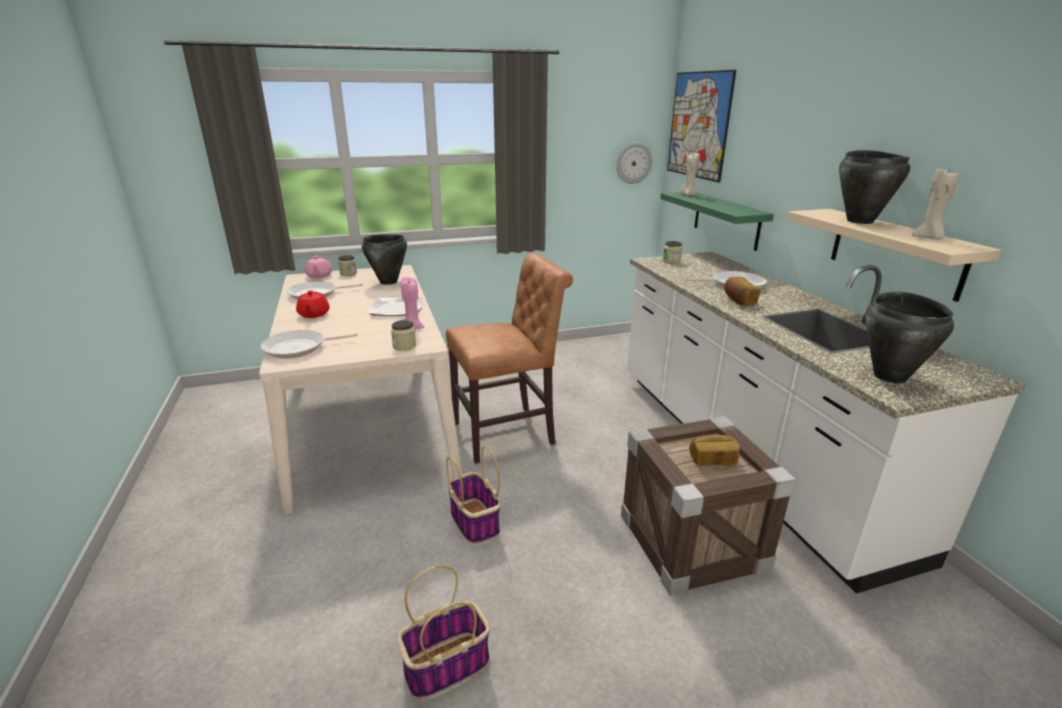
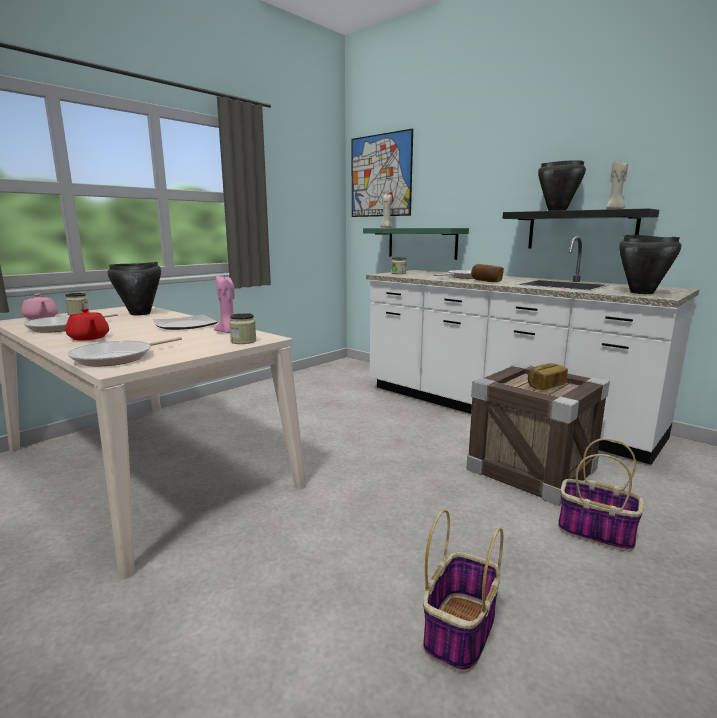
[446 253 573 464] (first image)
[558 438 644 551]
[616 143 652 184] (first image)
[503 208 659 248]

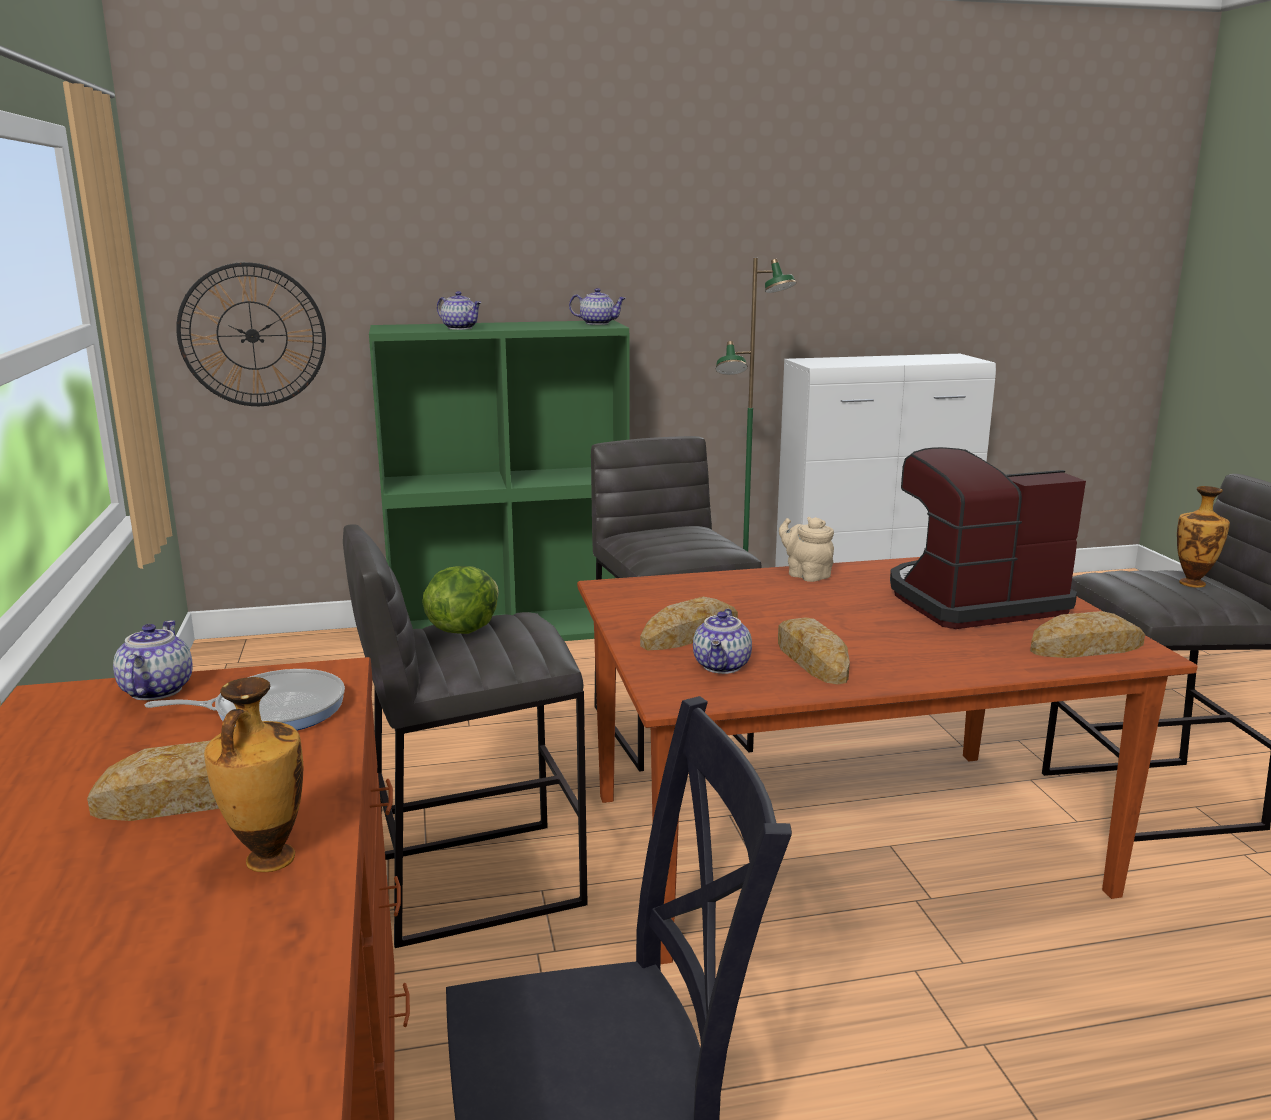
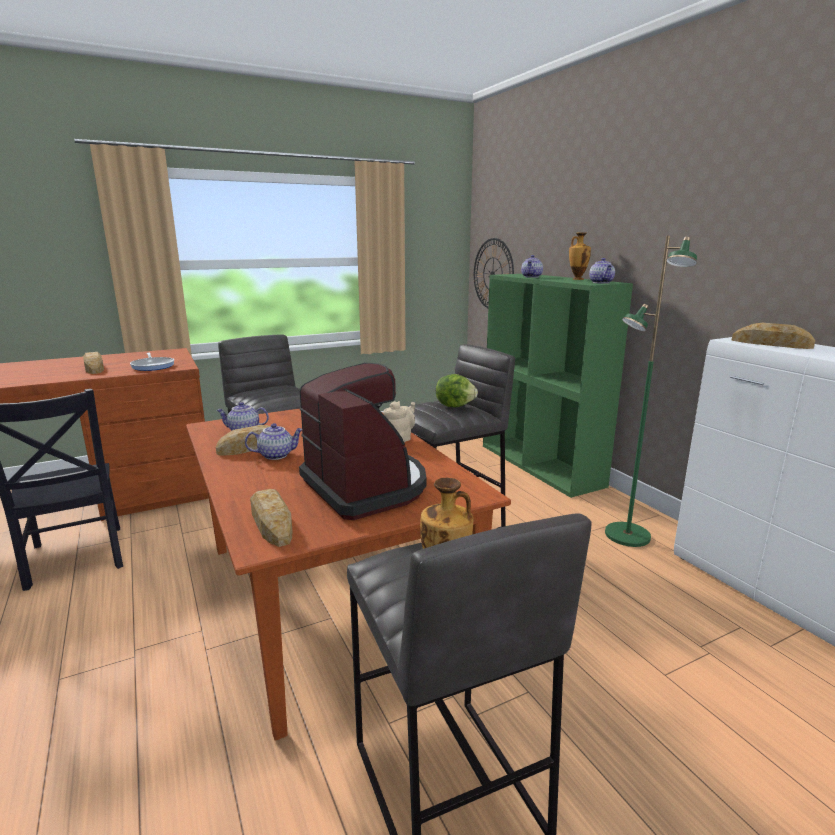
[245 423 302 460]
[569 232 591 280]
[436 374 478 407]
[731 323 815 349]

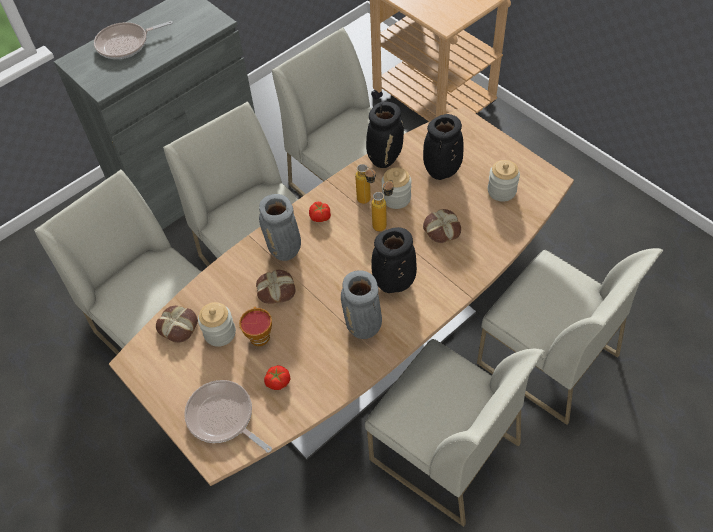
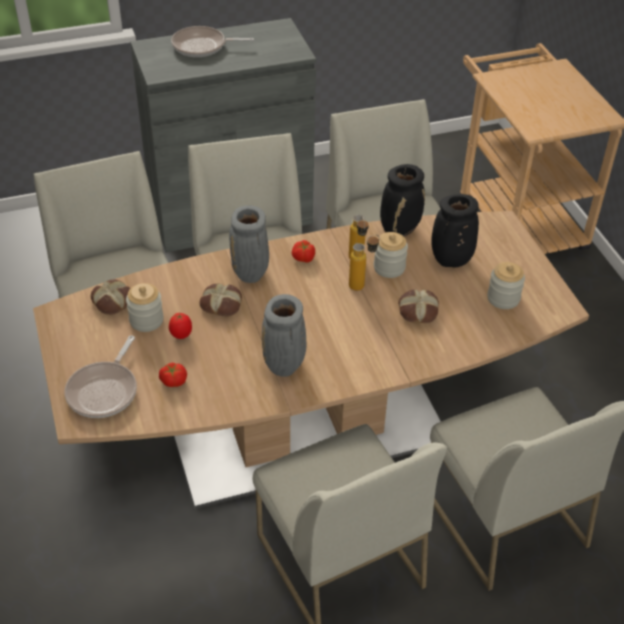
[64 336 137 418]
[169 313 192 339]
[371 227 417 293] (first image)

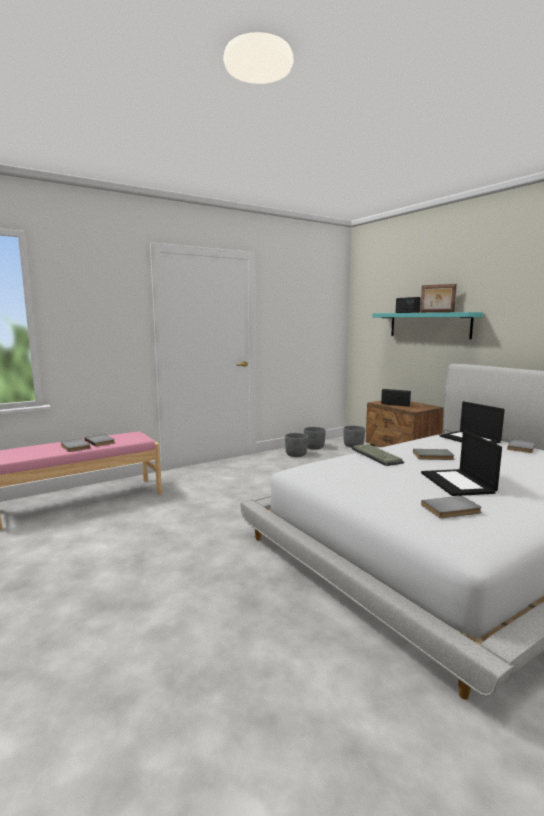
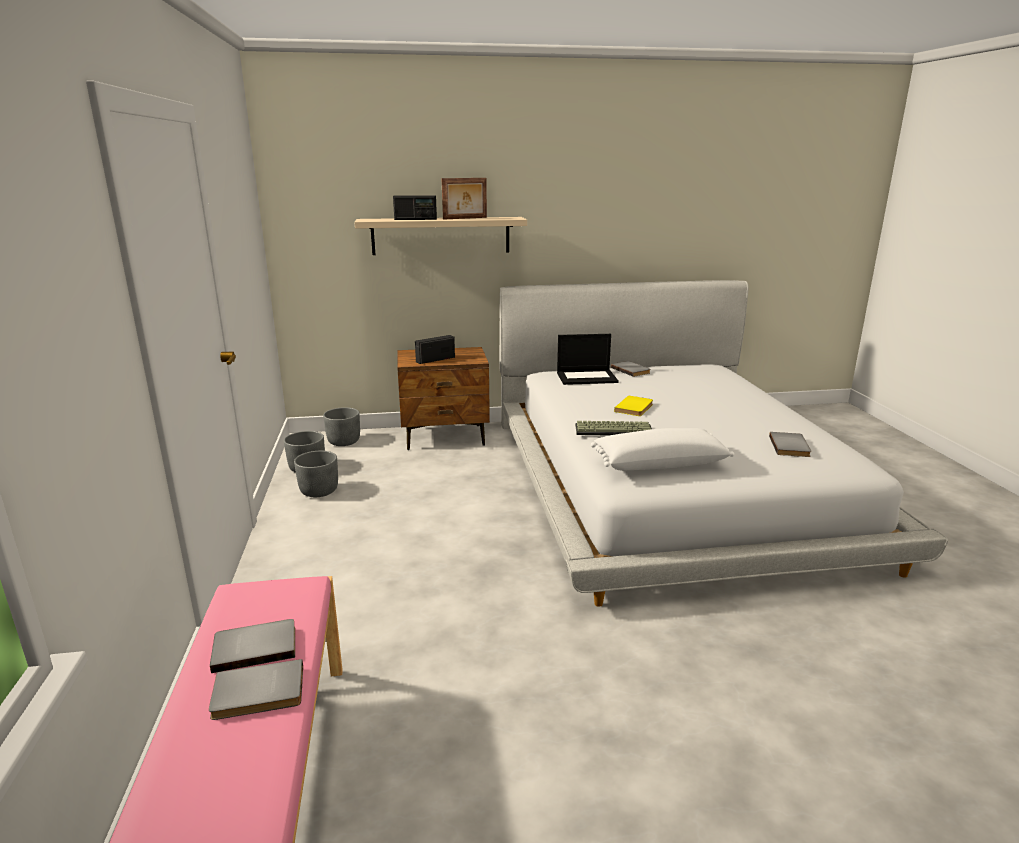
[354 217 527 255]
[614 395 653 416]
[421 430 502 496] (first image)
[591 428 734 470]

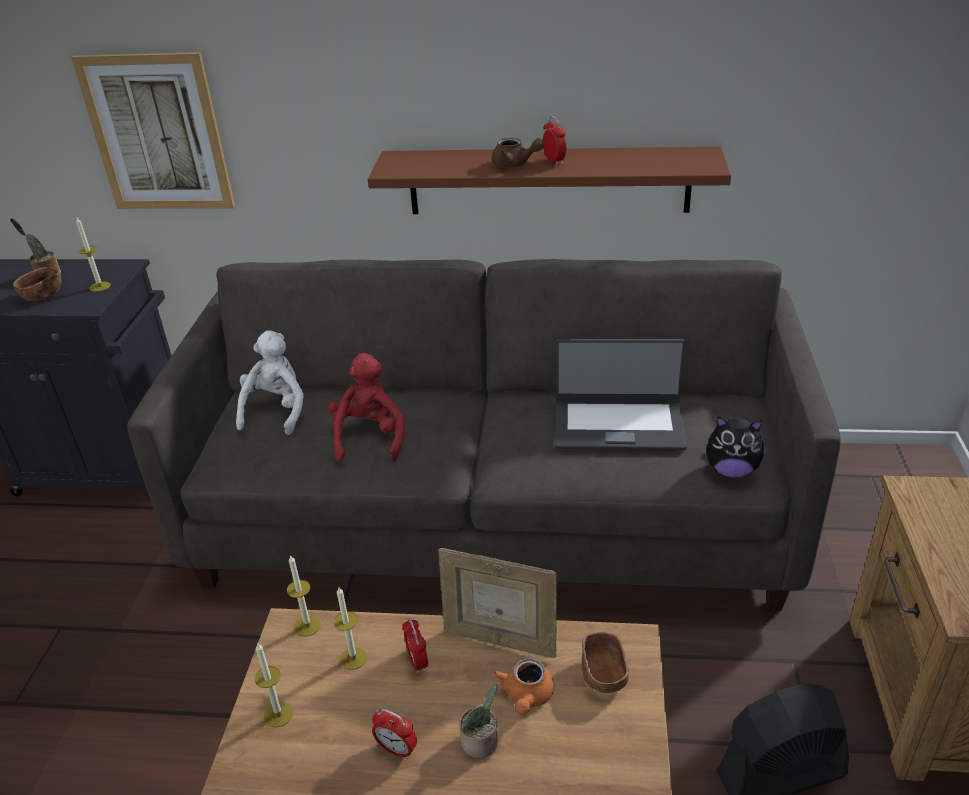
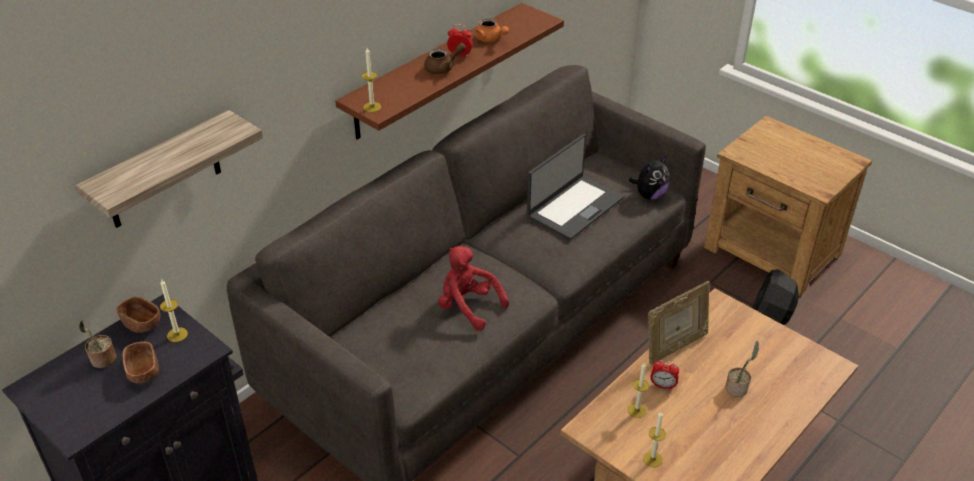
[76 110 263 228]
[236 331 304 435] (first image)
[362 48 381 112]
[372 709 417 759] (first image)
[475 18 509 42]
[116 296 161 333]

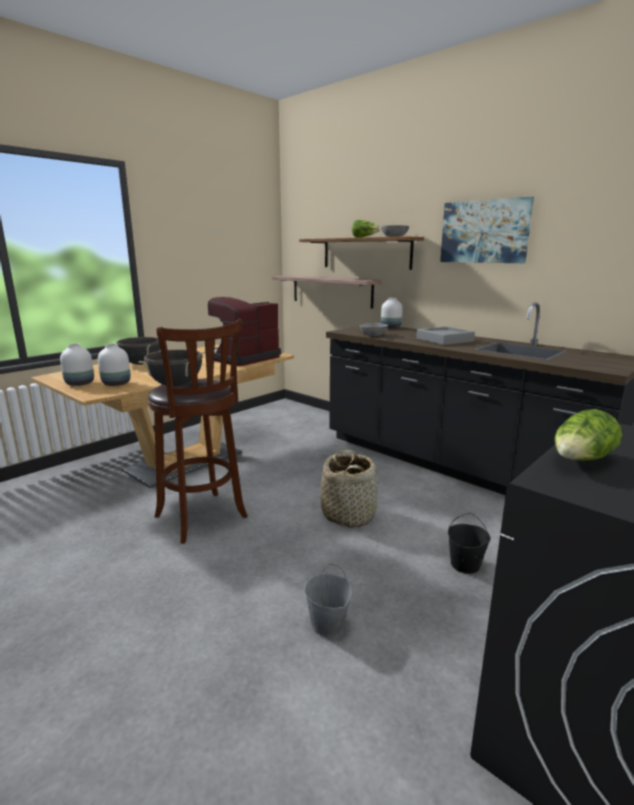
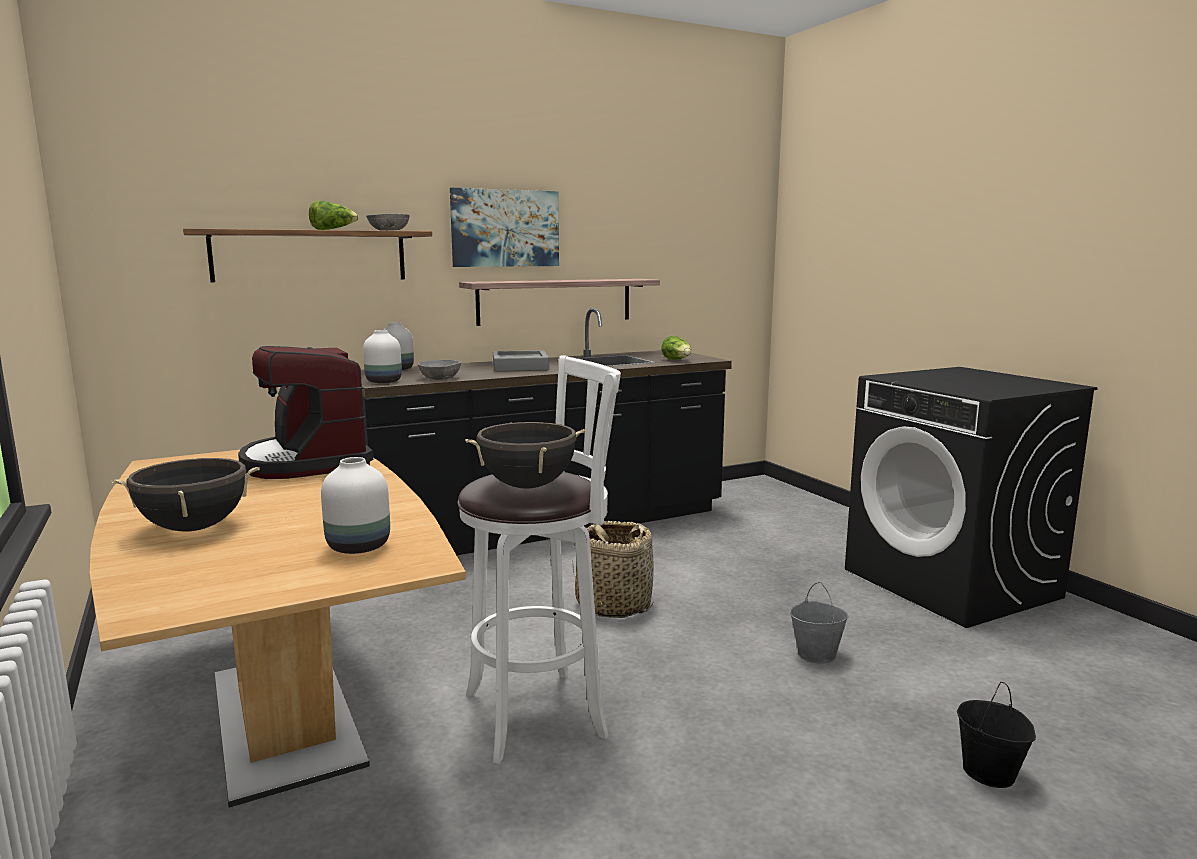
[363 330 402 383]
[458 355 621 764]
[459 279 660 326]
[957 682 1036 788]
[661 336 691 360]

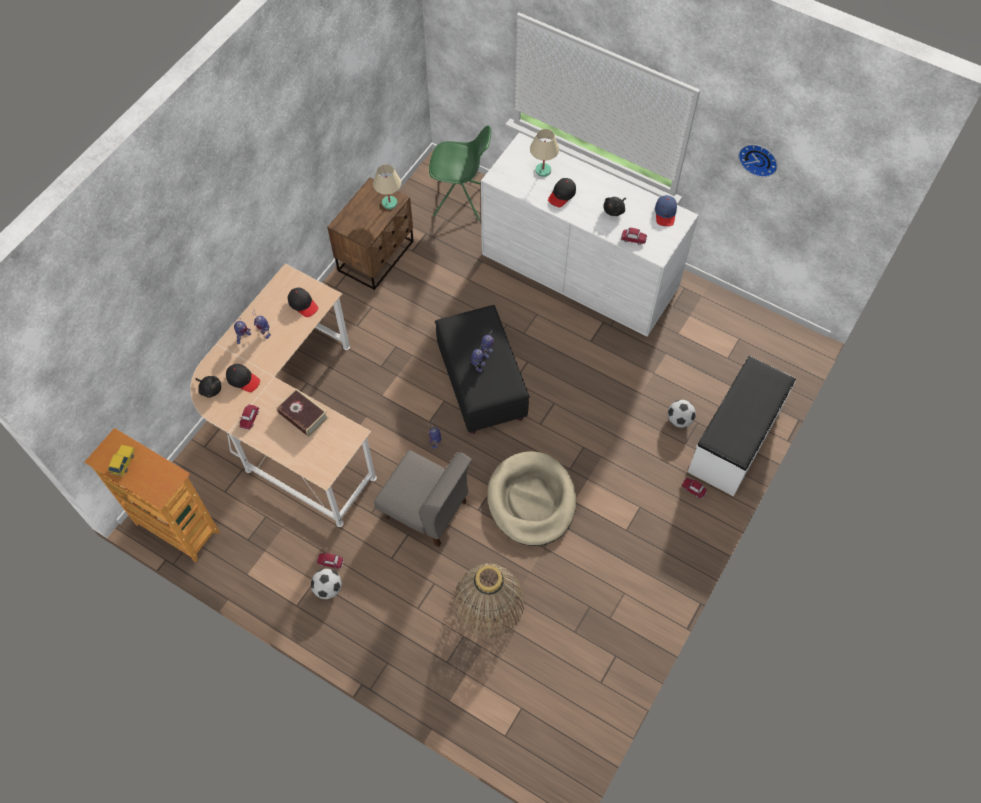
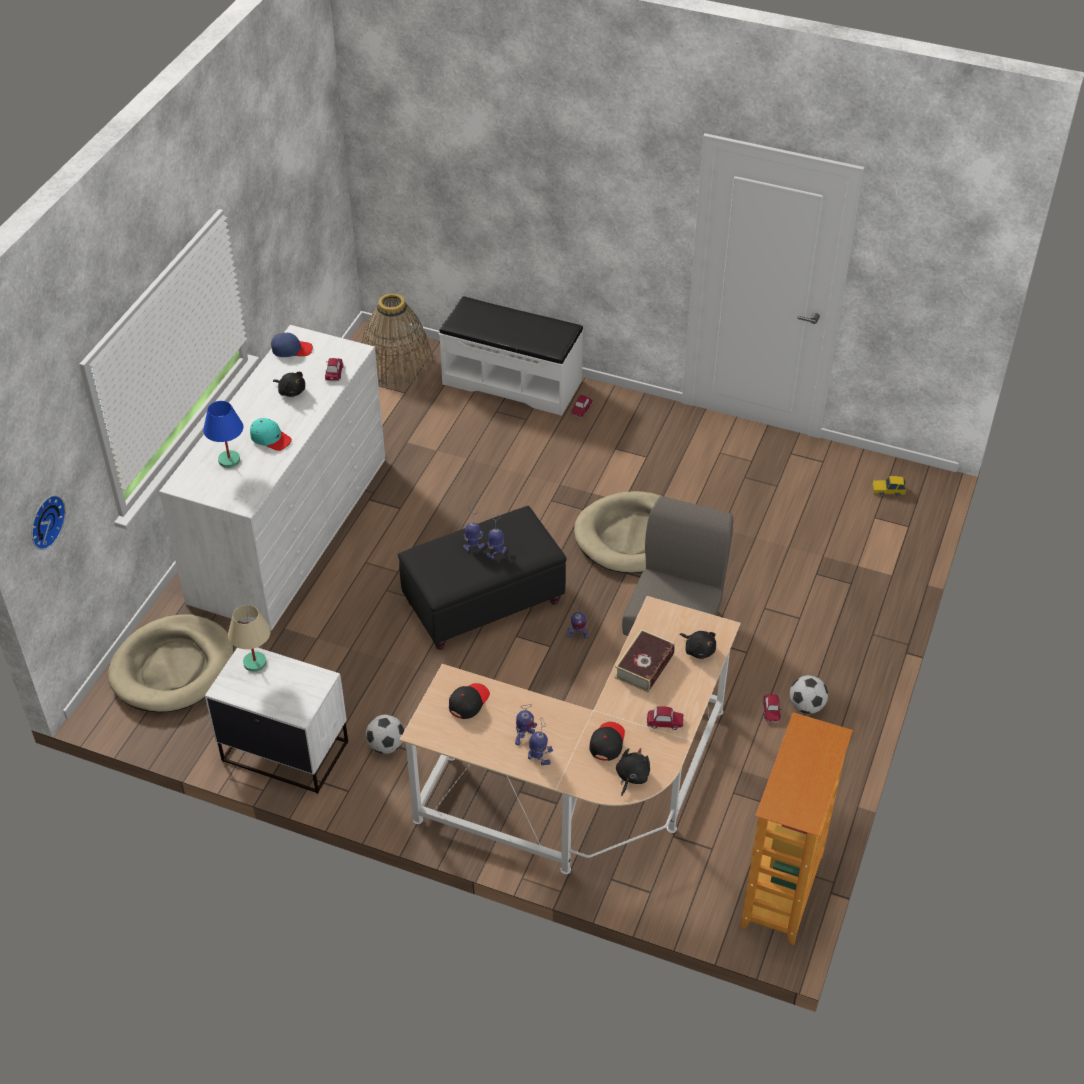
[872 476 906 497]
[205 647 348 794]
[108 614 233 713]
[362 293 433 387]
[203 401 243 468]
[250 418 292 451]
[366 715 405 754]
[31 495 66 550]
[680 631 716 659]

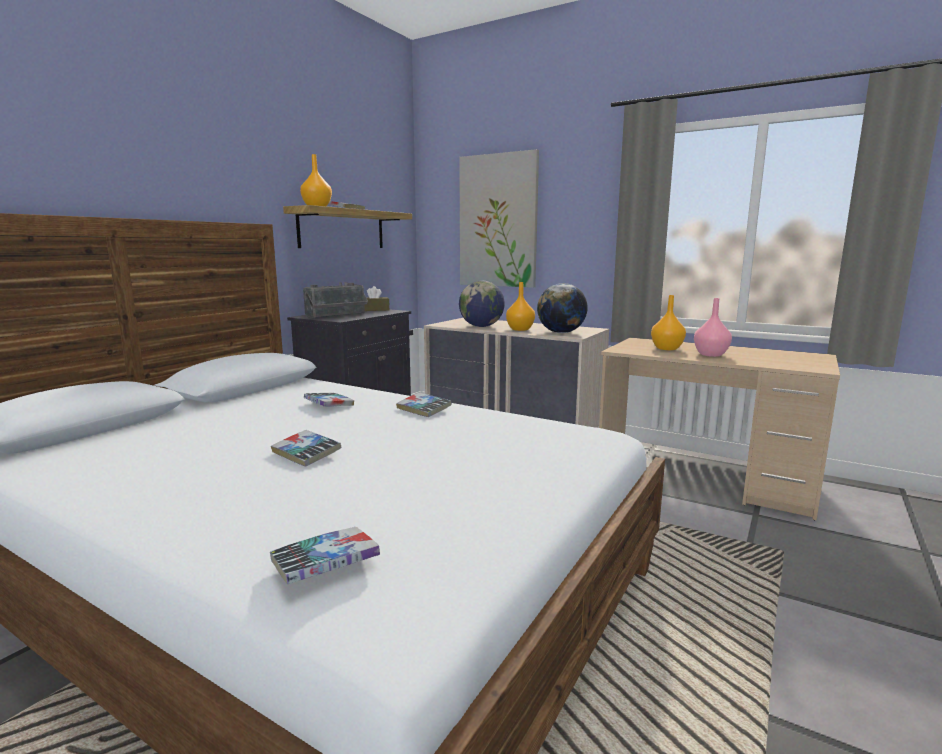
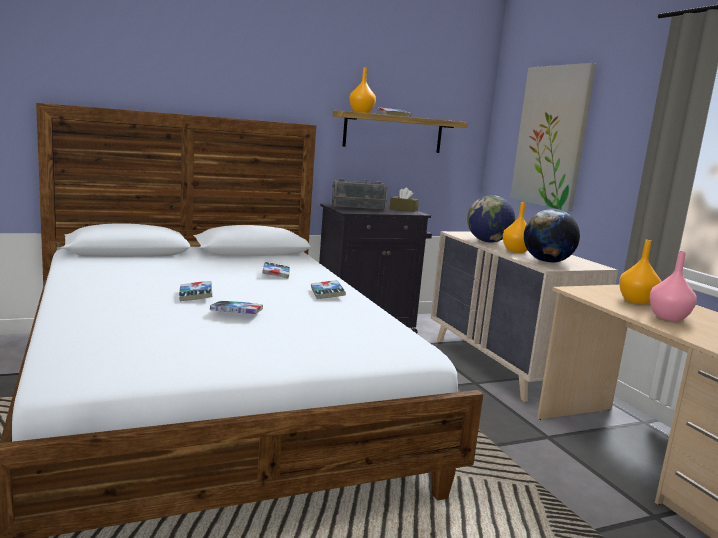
[210 301 263 314]

